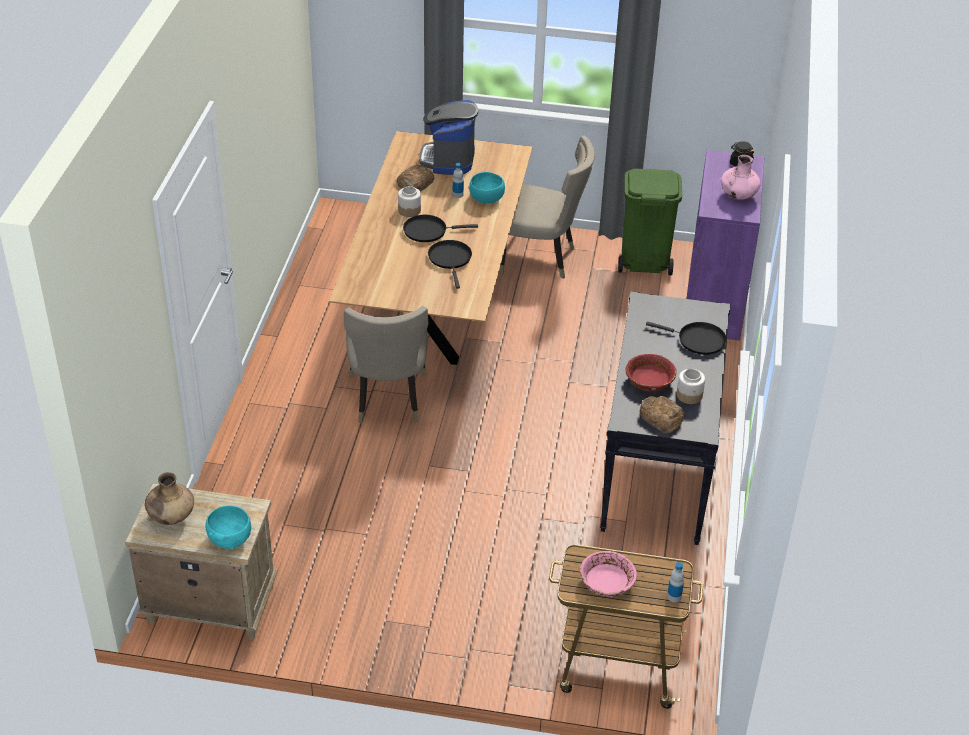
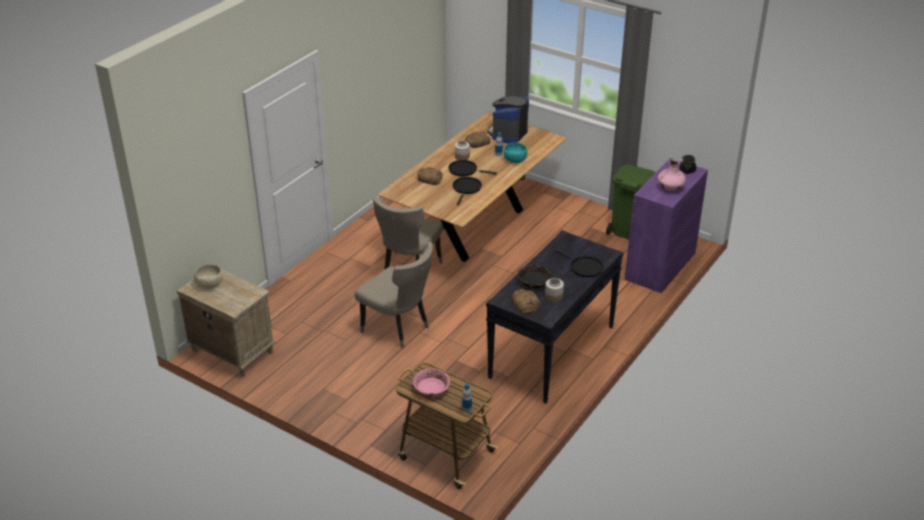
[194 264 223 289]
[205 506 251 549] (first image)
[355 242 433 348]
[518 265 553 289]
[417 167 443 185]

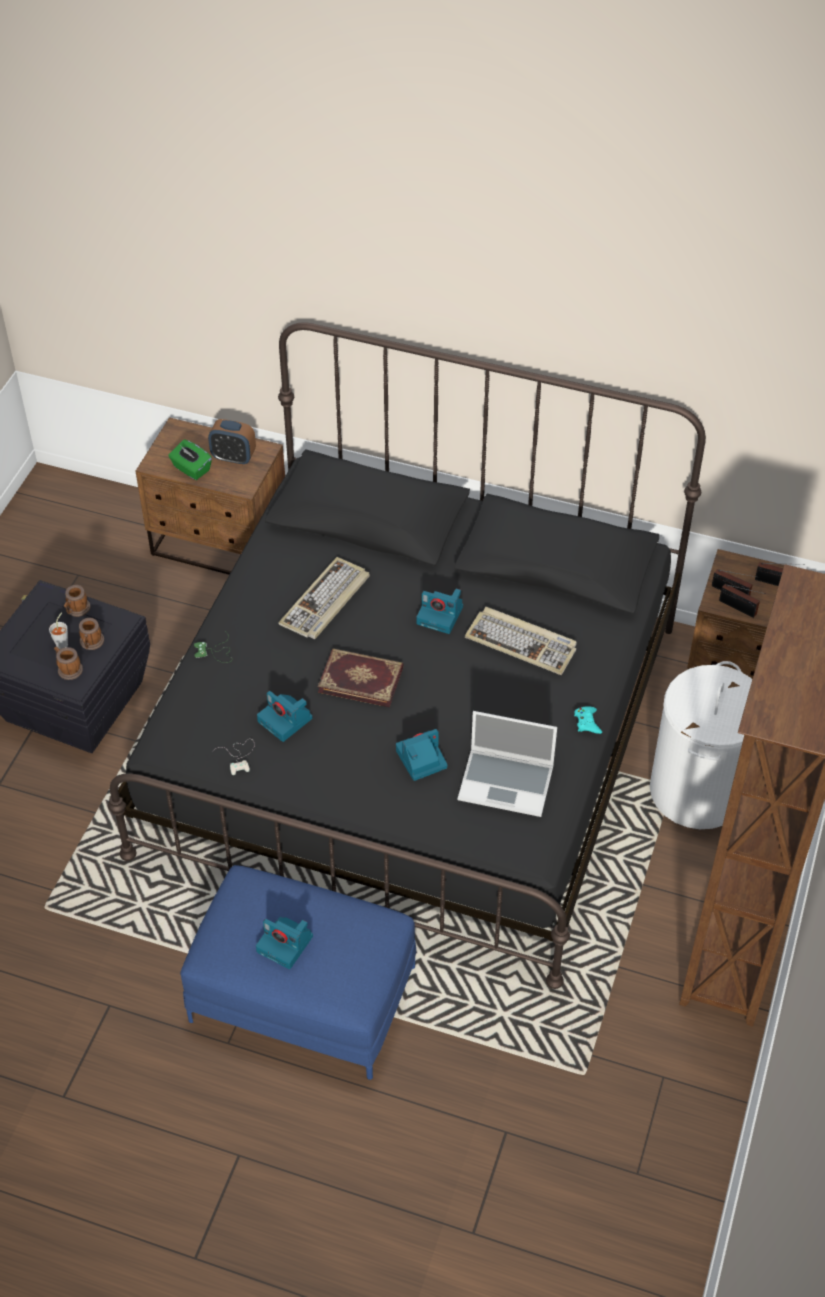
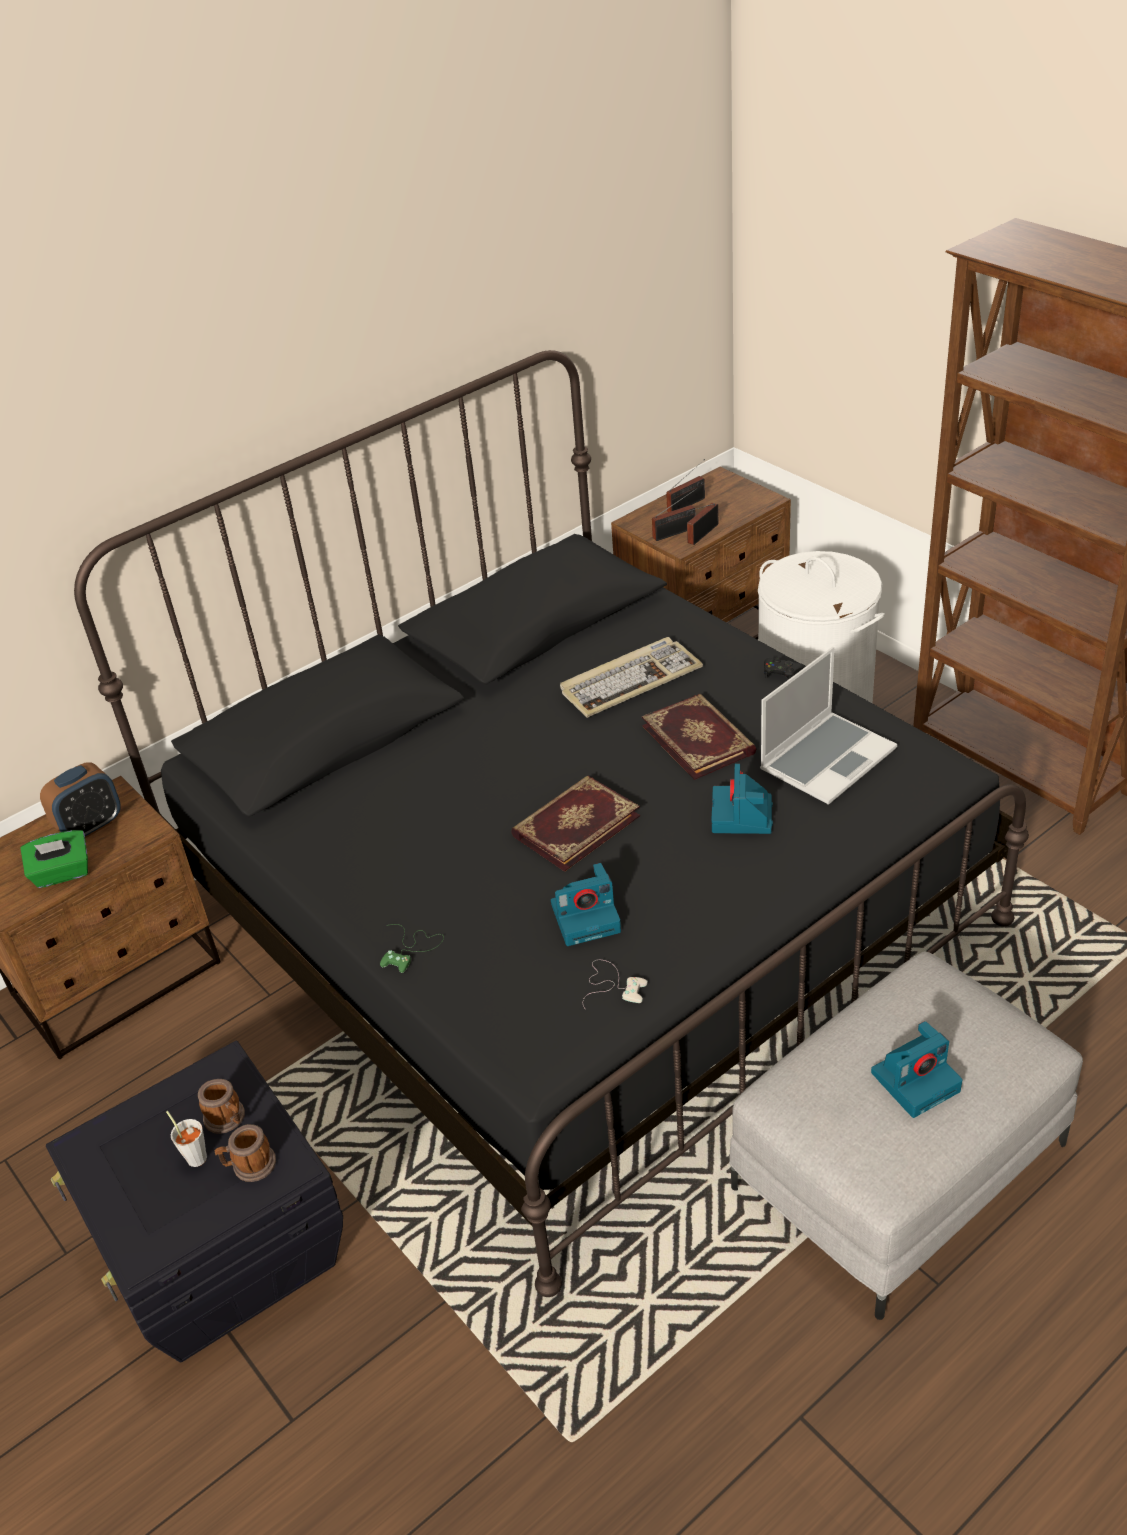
[64 585 90 617] (first image)
[729 951 1083 1320]
[278 557 370 639] (first image)
[416 589 463 634] (first image)
[764 657 806 680]
[687 503 718 545]
[642 694 756 780]

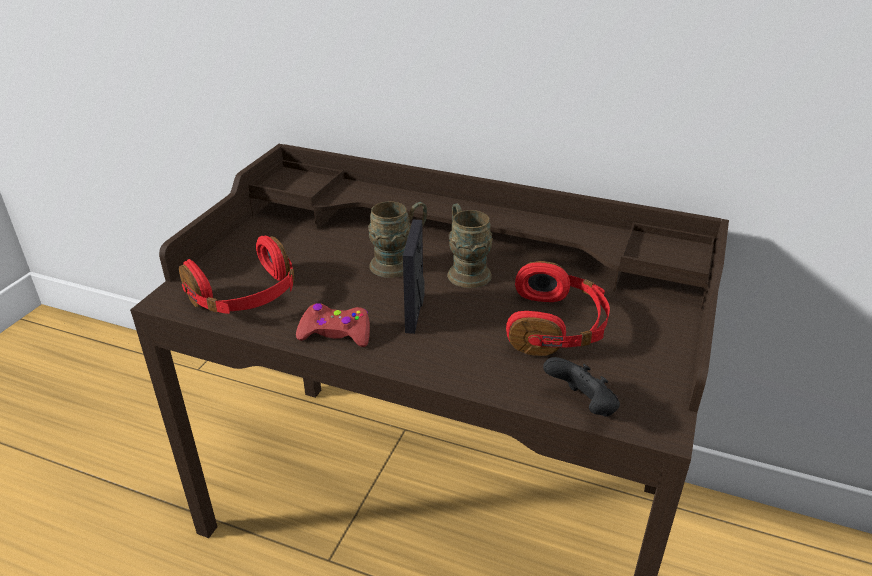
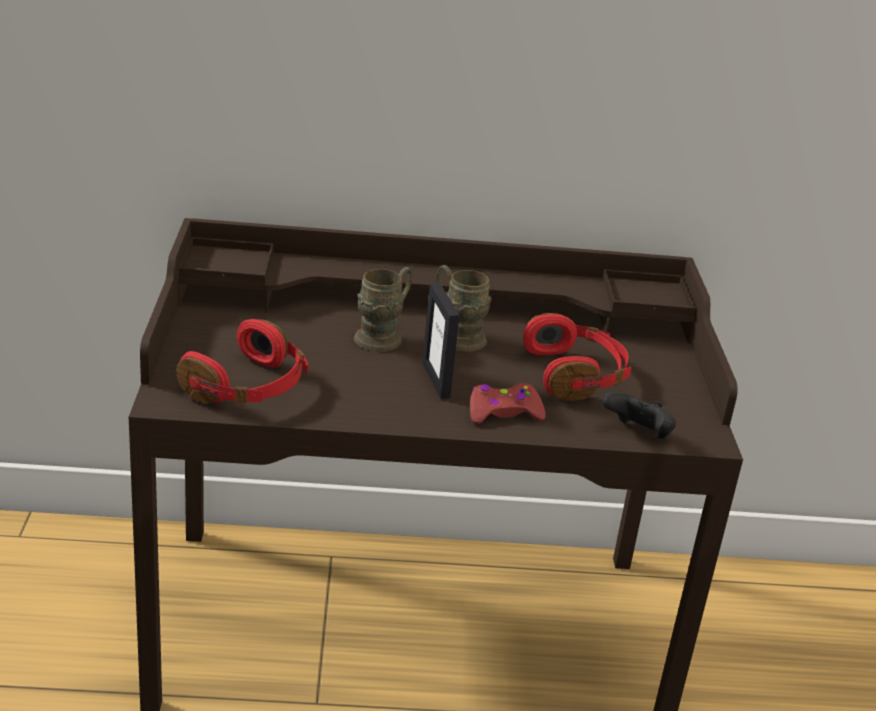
[470 383 546 424]

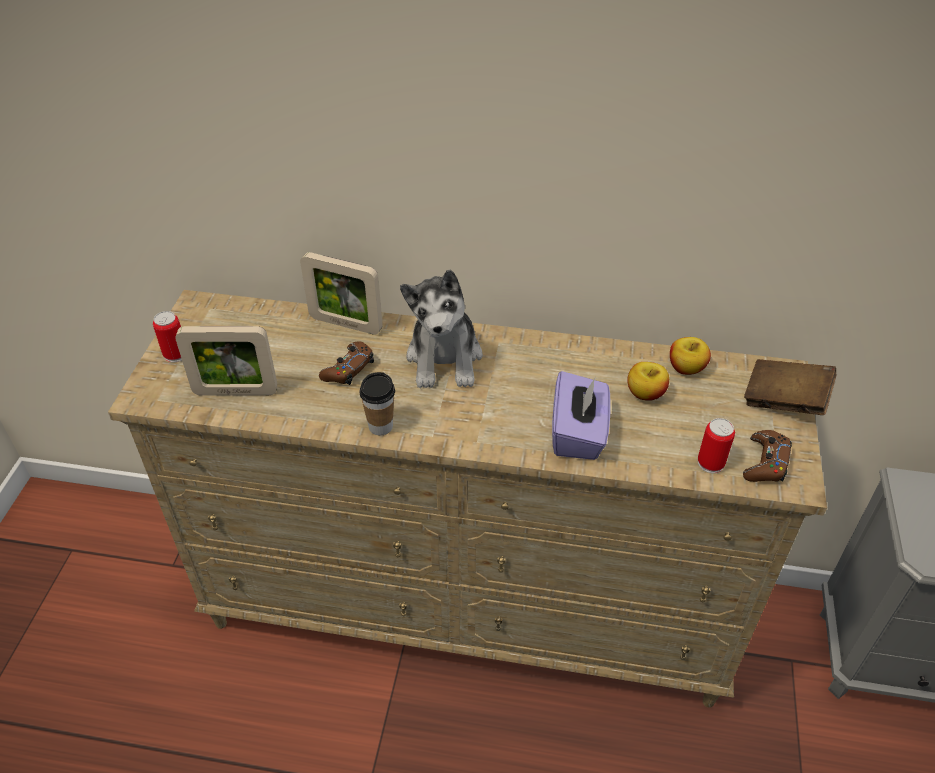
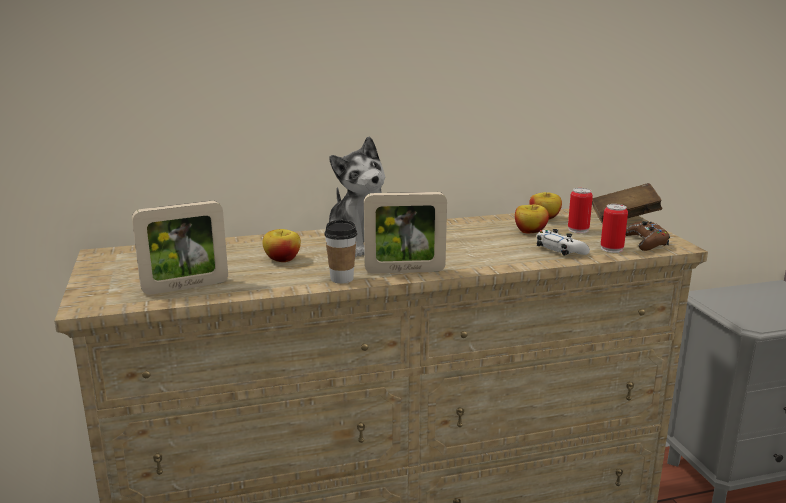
[568 188 593 233]
[364 192 447 274]
[262 229 301 262]
[552 371 610 460] (first image)
[537 229 590 256]

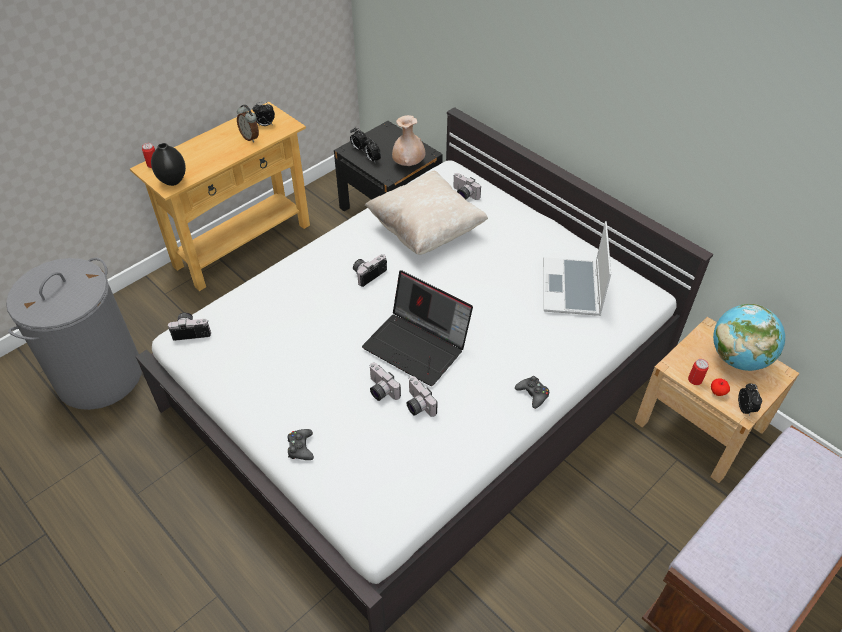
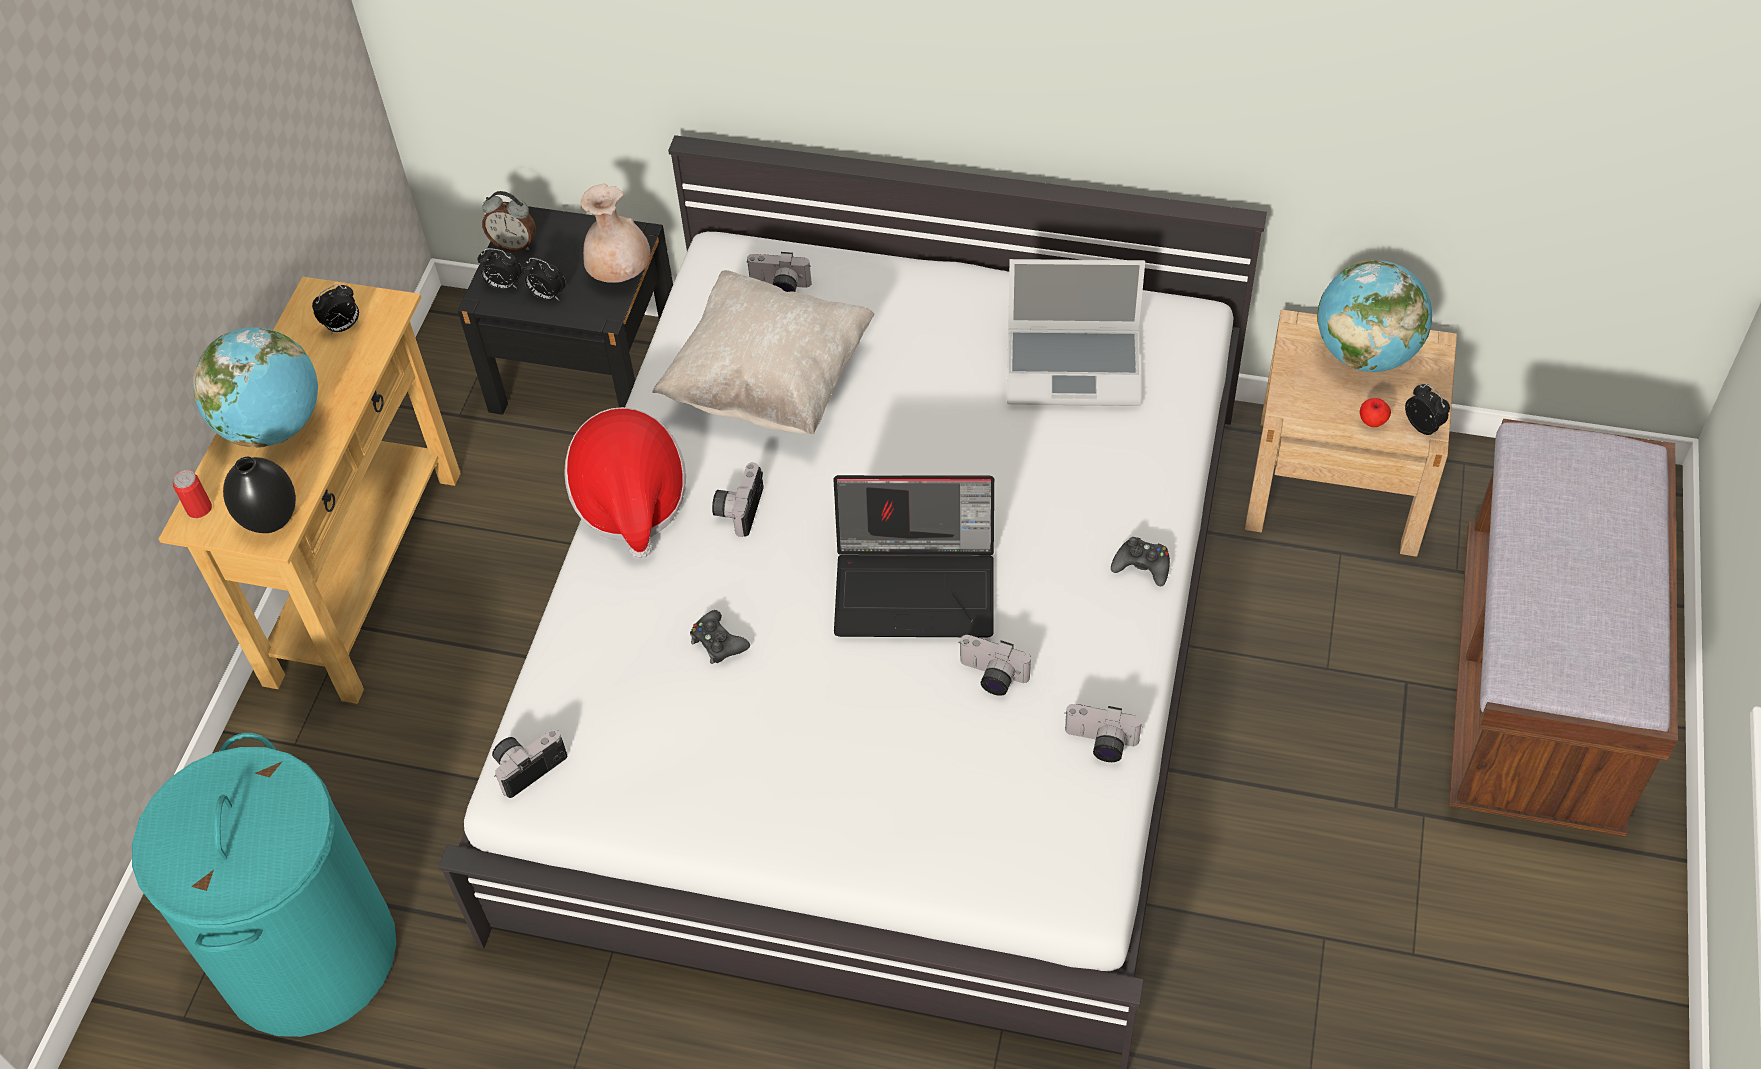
[132 733 396 1037]
[482 191 536 252]
[690 610 750 664]
[1065 704 1142 762]
[1007 259 1145 406]
[688 359 709 385] (first image)
[193 327 318 447]
[564 407 686 559]

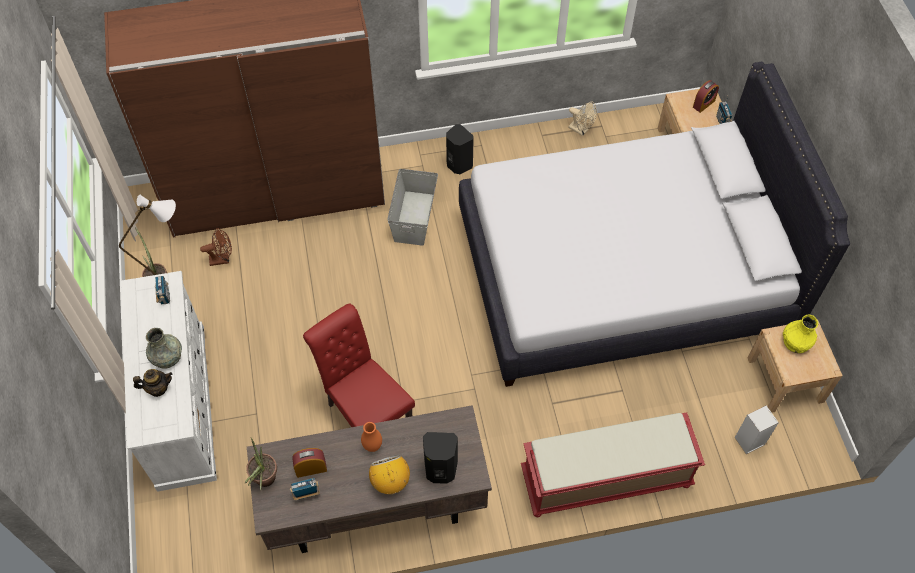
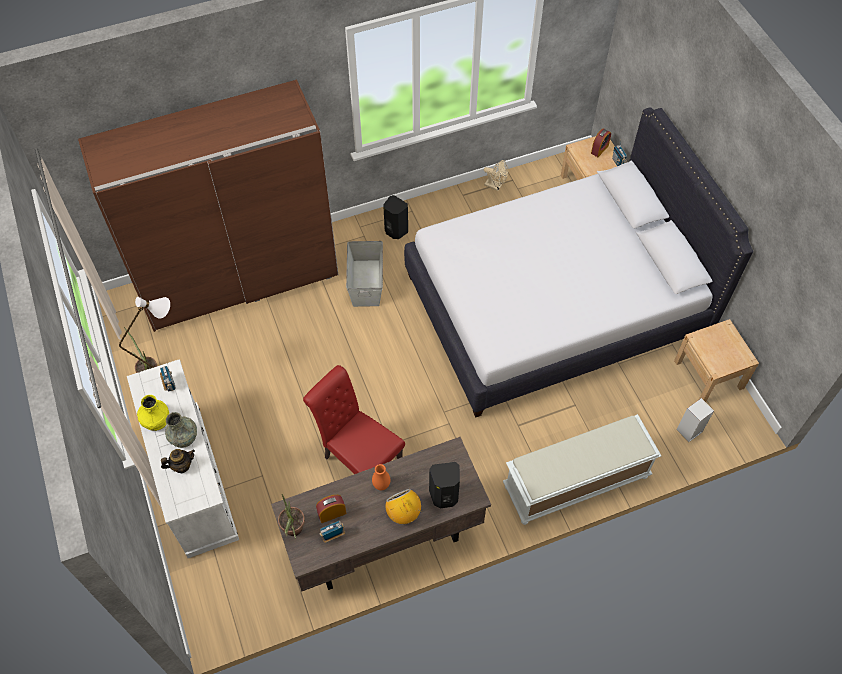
[200 228 232 266] (first image)
[503 414 661 525]
[137 395 169 431]

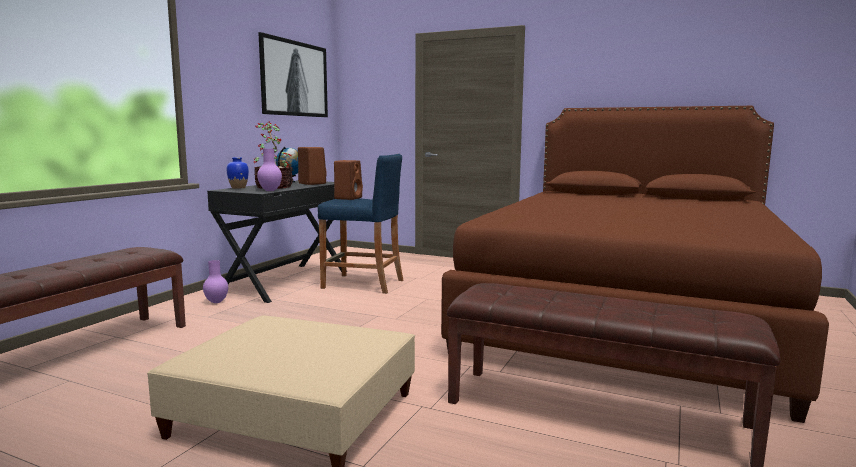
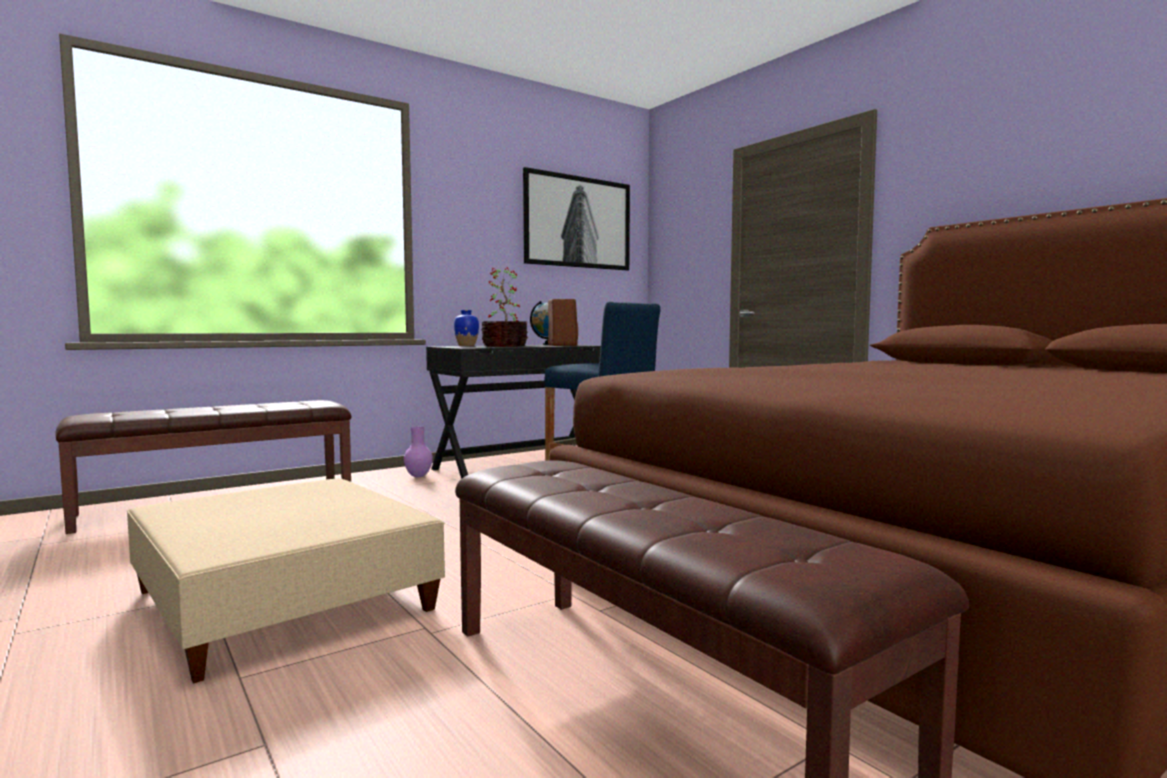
[257 149 282 191] (first image)
[334 160 363 200] (first image)

